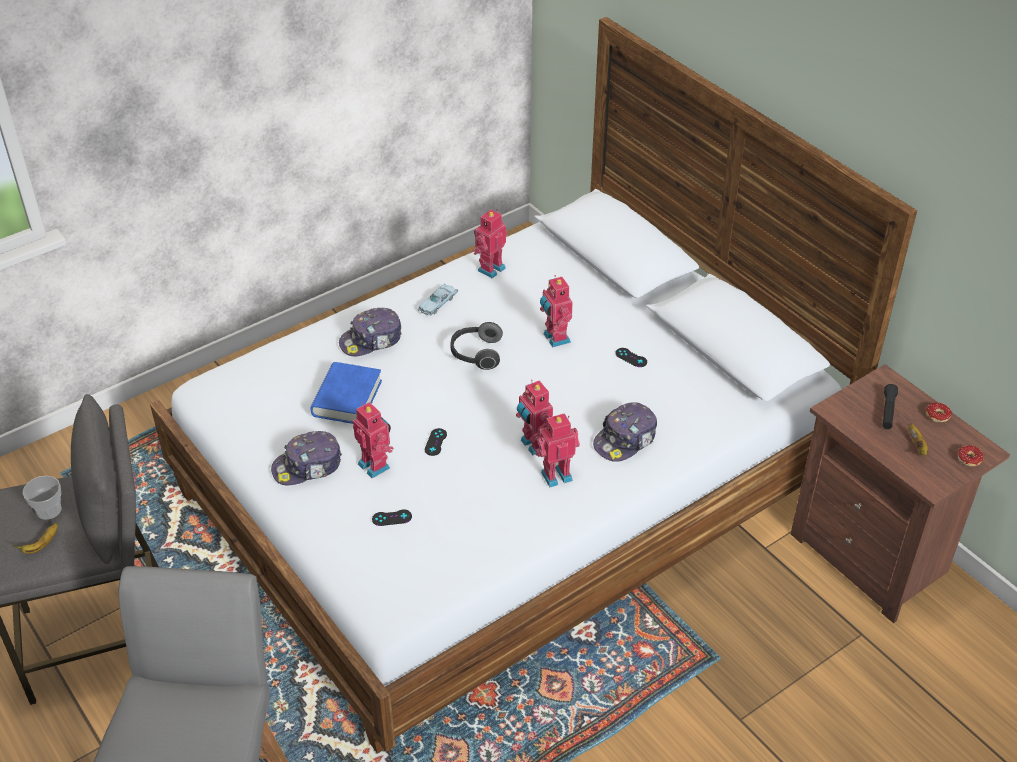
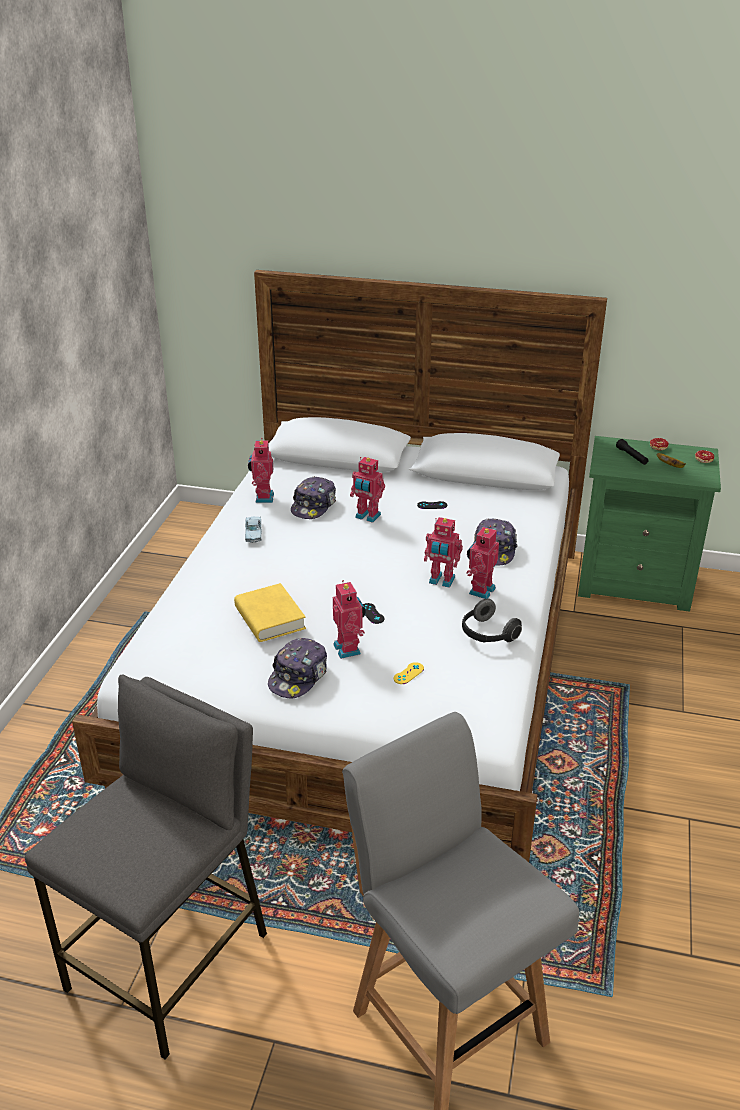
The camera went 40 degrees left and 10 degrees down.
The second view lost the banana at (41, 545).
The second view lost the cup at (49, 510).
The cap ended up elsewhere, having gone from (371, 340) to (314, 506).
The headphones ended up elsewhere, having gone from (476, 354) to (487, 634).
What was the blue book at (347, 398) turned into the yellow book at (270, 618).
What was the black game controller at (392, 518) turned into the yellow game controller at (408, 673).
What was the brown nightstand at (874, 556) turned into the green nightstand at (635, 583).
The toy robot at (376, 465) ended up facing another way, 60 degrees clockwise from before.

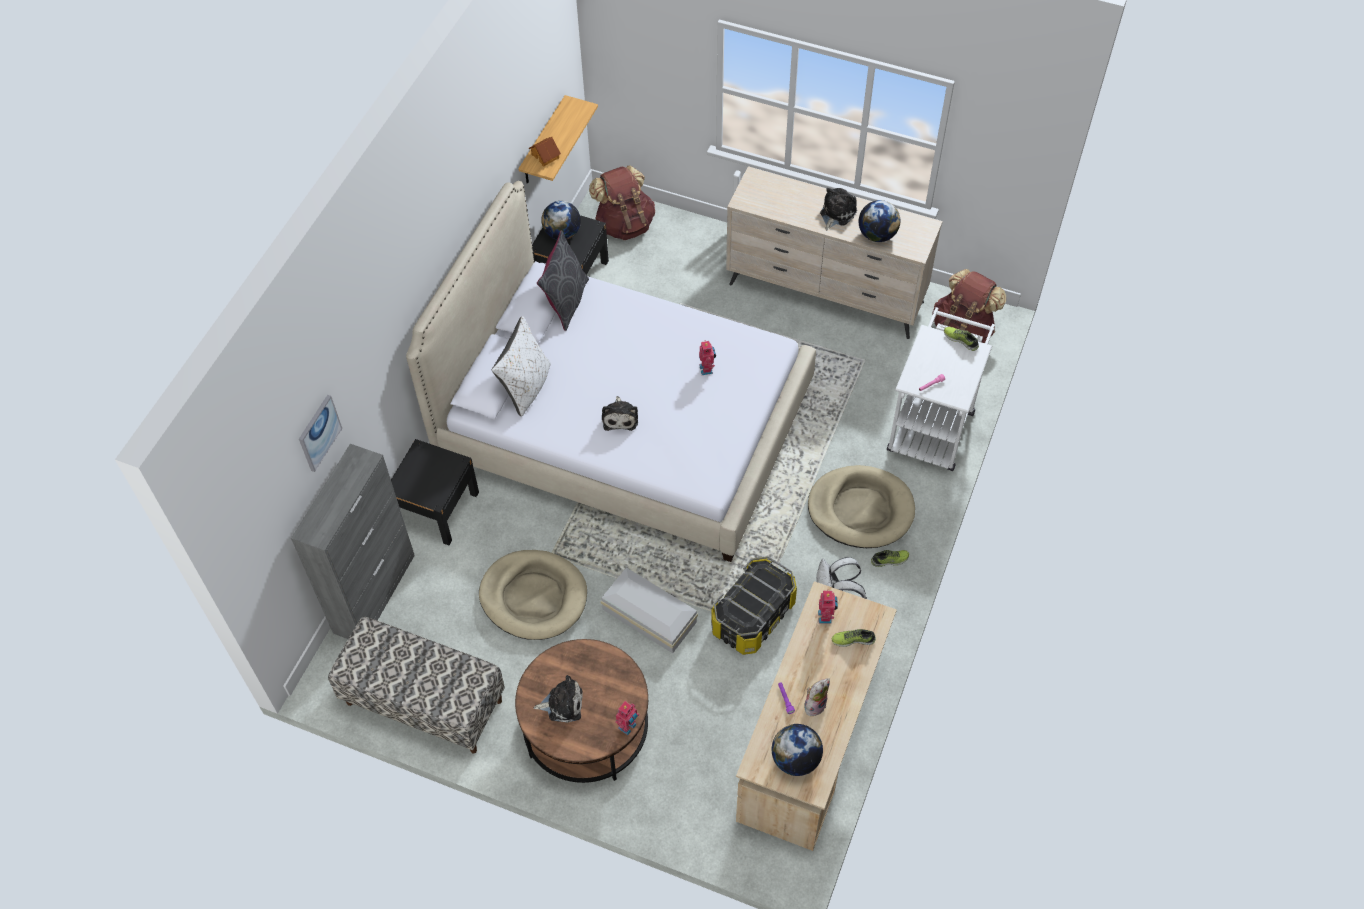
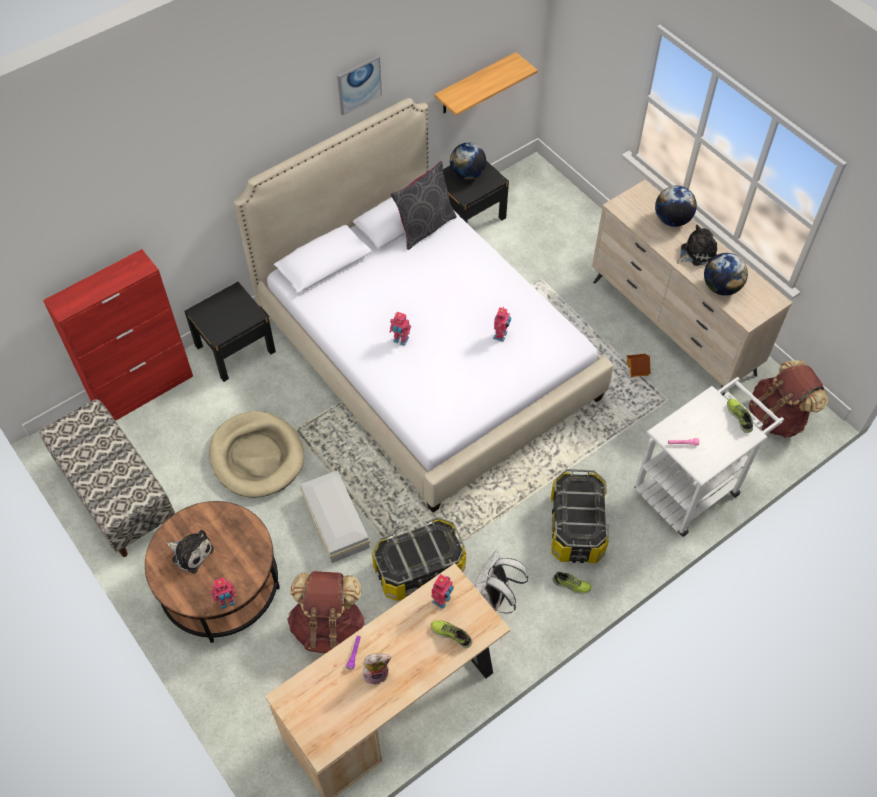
The camera went 30 degrees right and 0 degrees up.
The second view lost the white pillow at (526, 387).
The picture ended up elsewhere, having gone from (319, 432) to (359, 84).
The toy house ended up elsewhere, having gone from (545, 156) to (637, 368).
The brown backpack ended up elsewhere, having gone from (624, 224) to (328, 626).
The globe ended up elsewhere, having gone from (795, 759) to (672, 220).
Where the plush toy stood at (620, 417), the toy robot came to stand at (400, 340).
Where the beige dog bed stood at (860, 509), the storage box came to stand at (576, 527).
What was the grey cabinet at (375, 593) turned into the red cabinet at (144, 390).

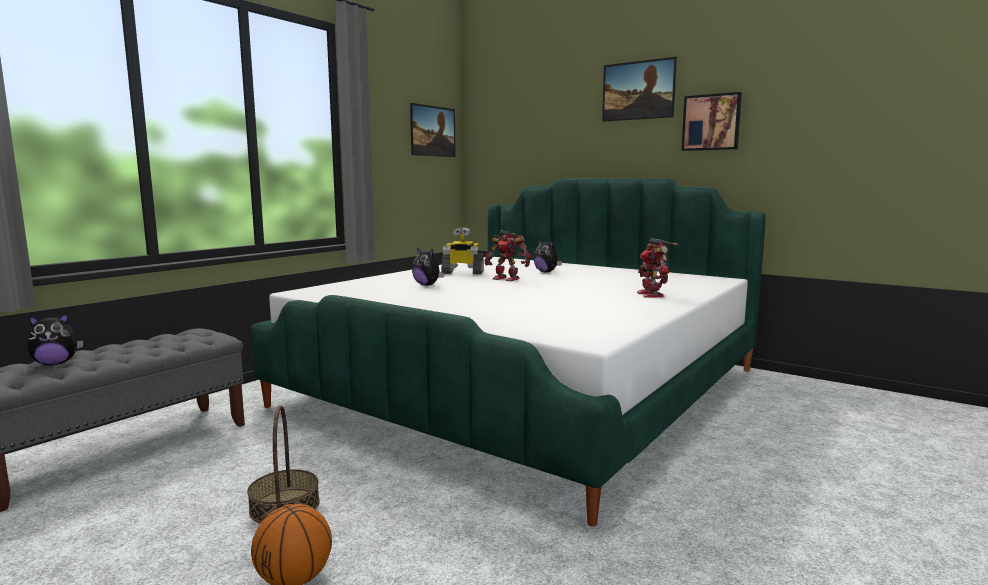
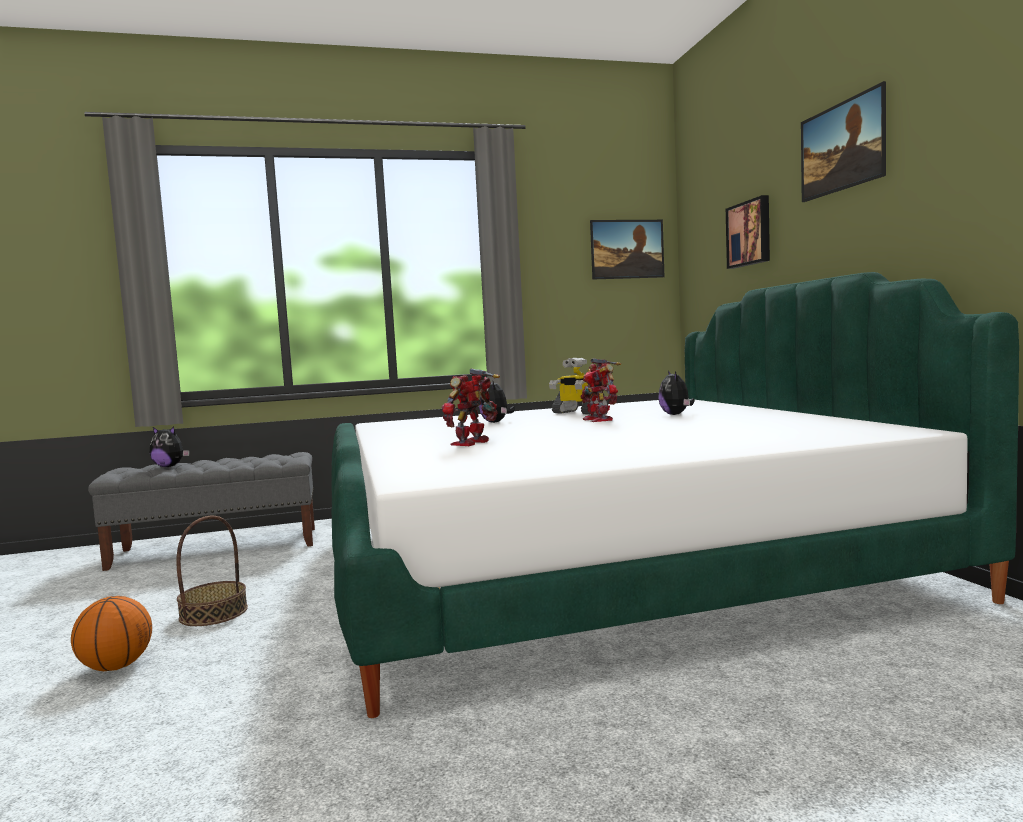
The camera went 40 degrees right and 5 degrees down.
The toy robot ended up elsewhere, having gone from (652, 295) to (472, 443).
The picture ended up elsewhere, having gone from (711, 122) to (750, 233).

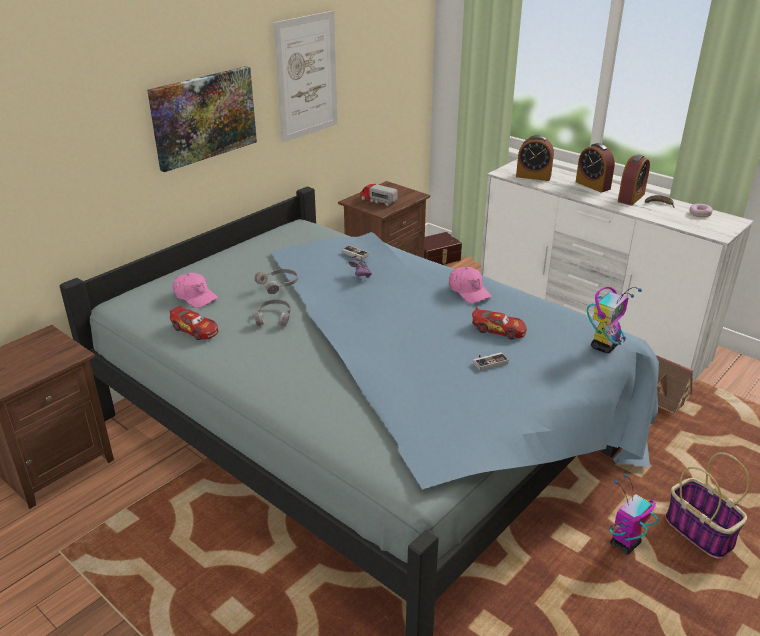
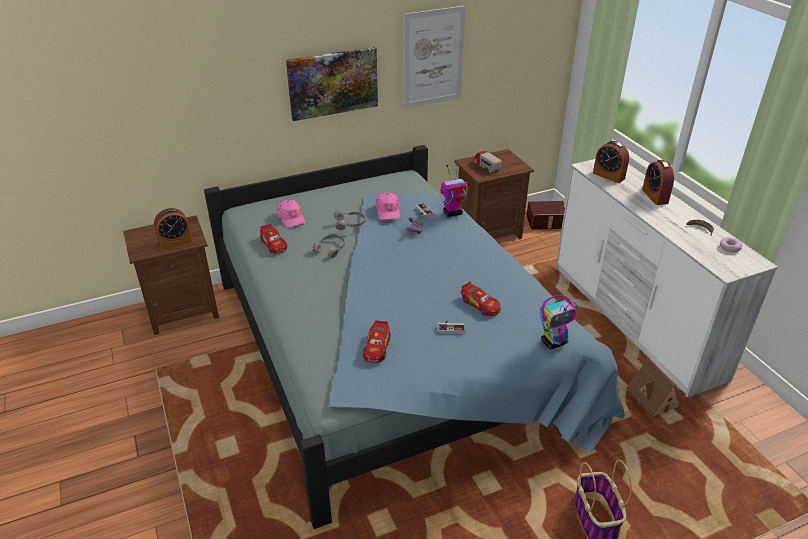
The camera went 25 degrees right and 5 degrees up.
The second view gained the toy car at (377, 347).
The pink cap ended up elsewhere, having gone from (469, 291) to (388, 211).
The toy robot ended up elsewhere, having gone from (625, 544) to (452, 213).
The alarm clock ended up elsewhere, having gone from (631, 198) to (175, 242).

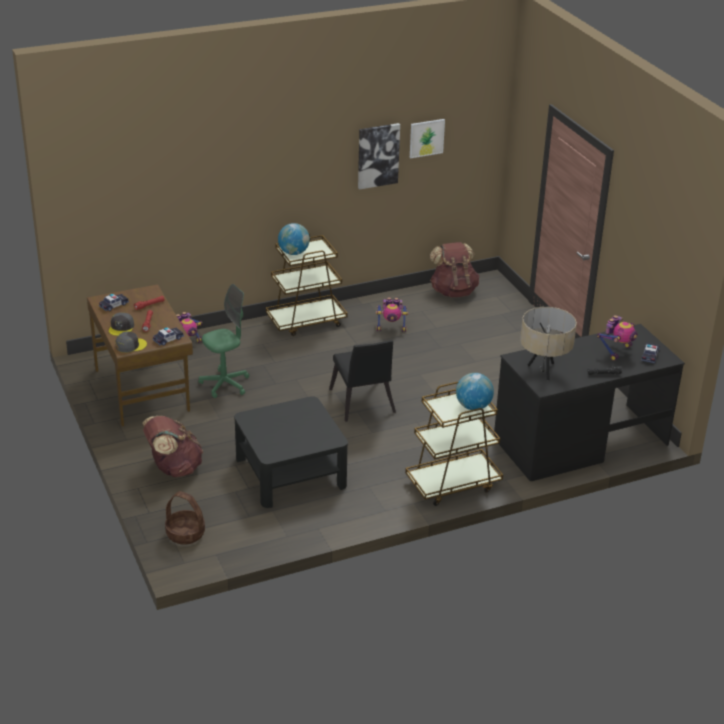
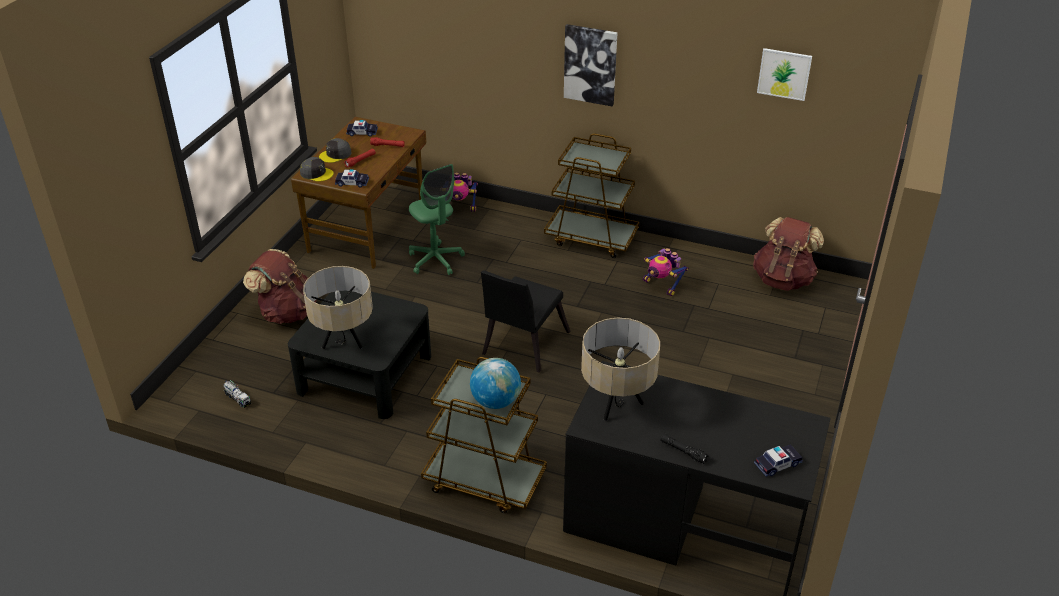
The camera went 45 degrees right and 5 degrees up.
The second view lost the basket at (186, 534).
The second view lost the globe at (294, 253).
The second view lost the toy robot at (616, 351).
The second view gained the toy truck at (237, 398).
The second view gained the beige table lamp at (344, 343).
The picture ended up elsewhere, having gone from (378, 155) to (590, 64).
The green office chair at (225, 384) ended up facing another way, 45 degrees clockwise from before.

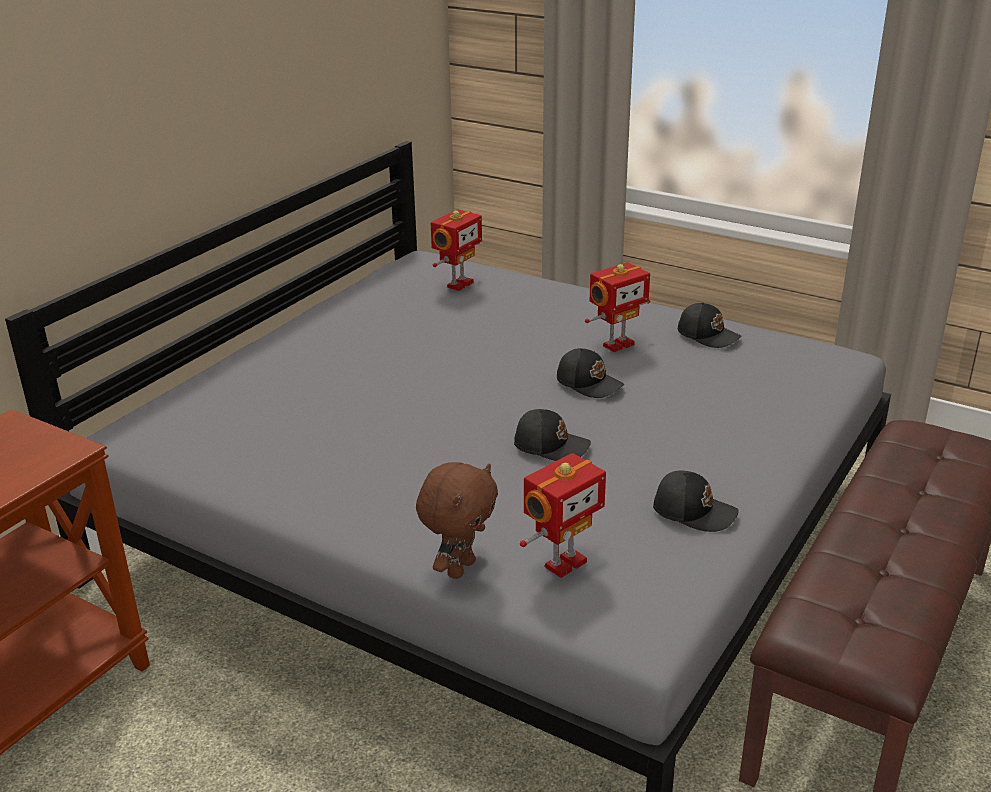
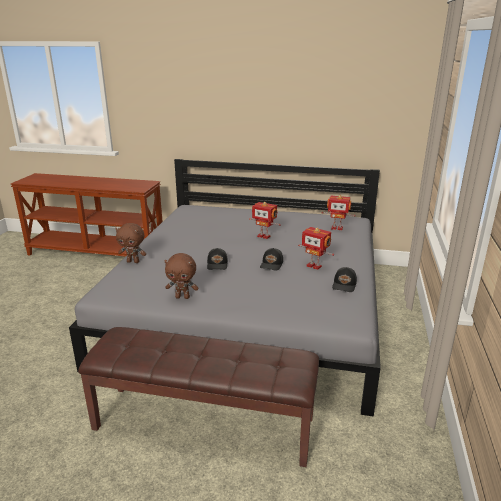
The camera went 70 degrees right and 5 degrees down.
The toy robot ended up elsewhere, having gone from (563, 563) to (264, 236).
Where the black cap stood at (694, 511), the brown plush toy came to stand at (183, 297).

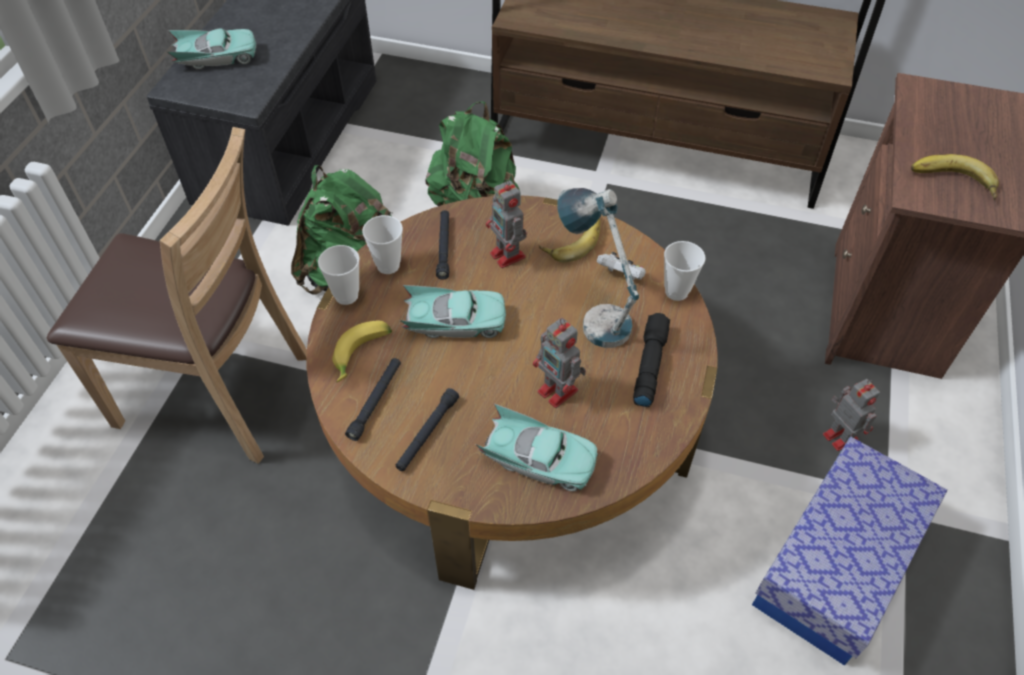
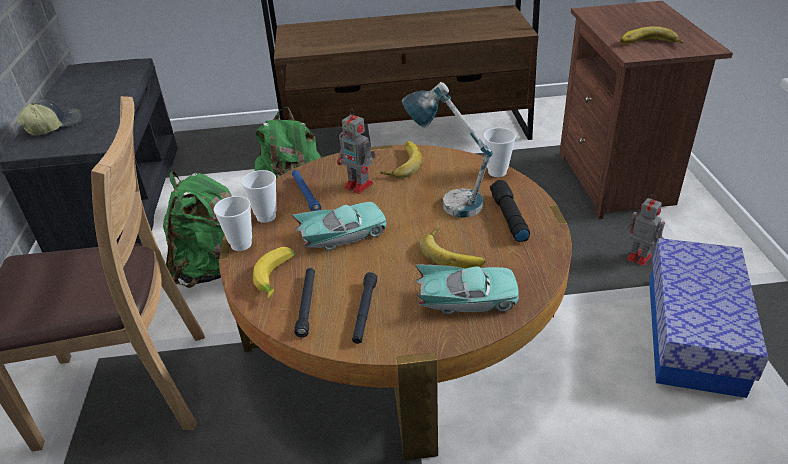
The camera went 20 degrees left and 15 degrees down.
The second view lost the white game controller at (621, 276).
Where the turquoise toy car stood at (216, 58), the cap came to stand at (53, 125).
Where the toy robot stood at (559, 392), the banana came to stand at (453, 253).
What was the black flashlight at (444, 247) turned into the blue flashlight at (305, 194).

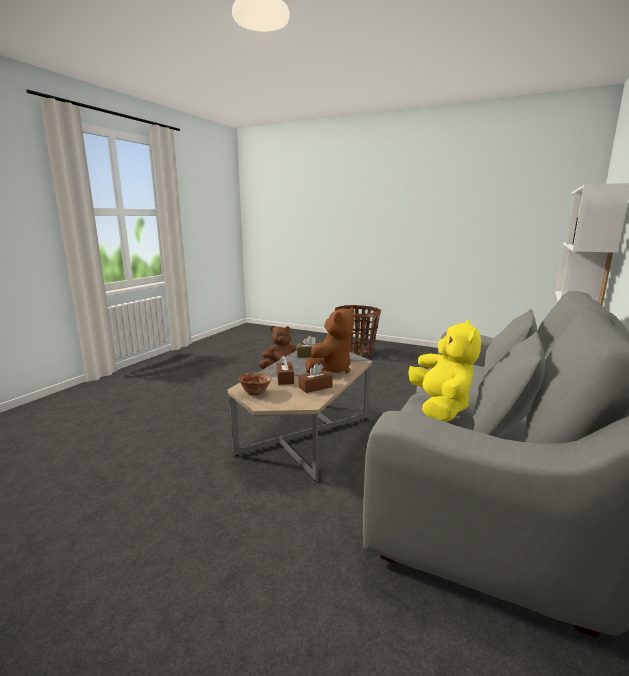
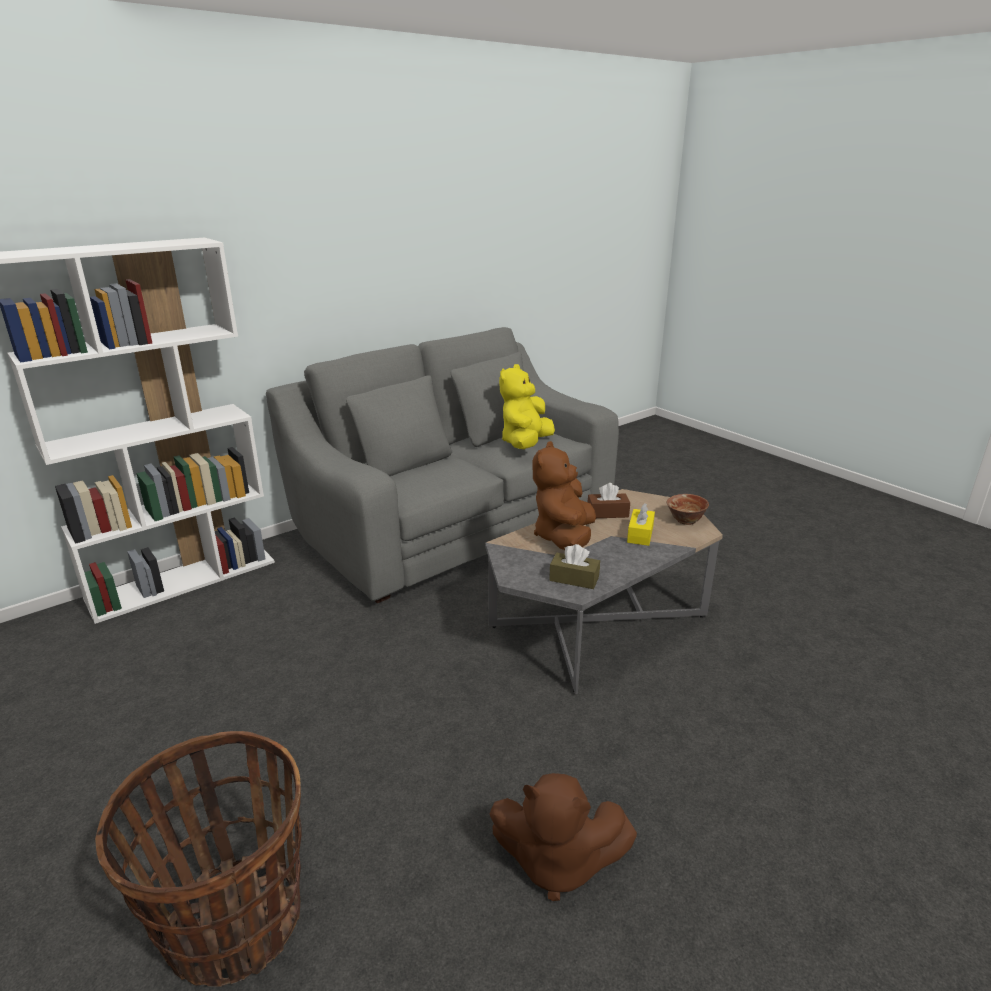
The camera went 155 degrees left and 10 degrees up.
What was the brown tissue box at (285, 378) turned into the yellow tissue box at (640, 534).
The brown plush toy at (331, 369) ended up facing another way, 45 degrees counterclockwise from before.

